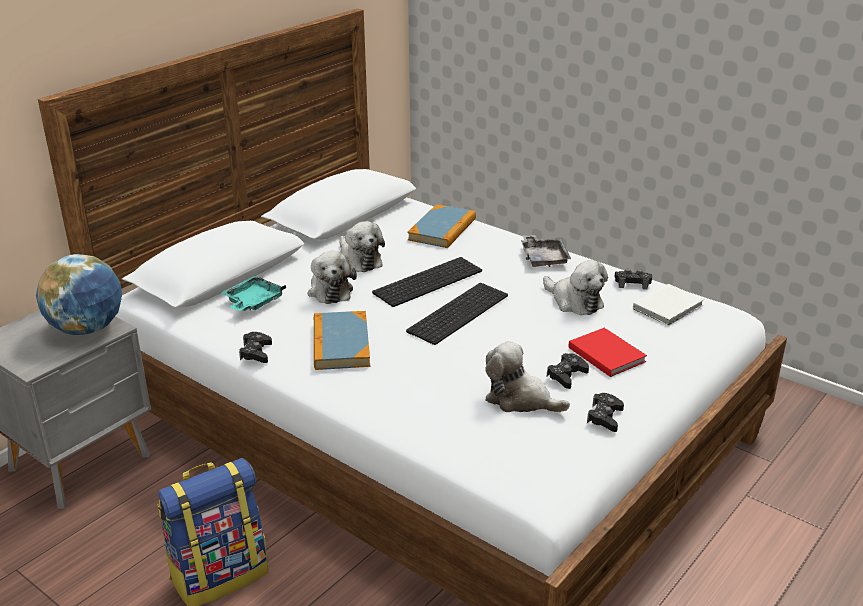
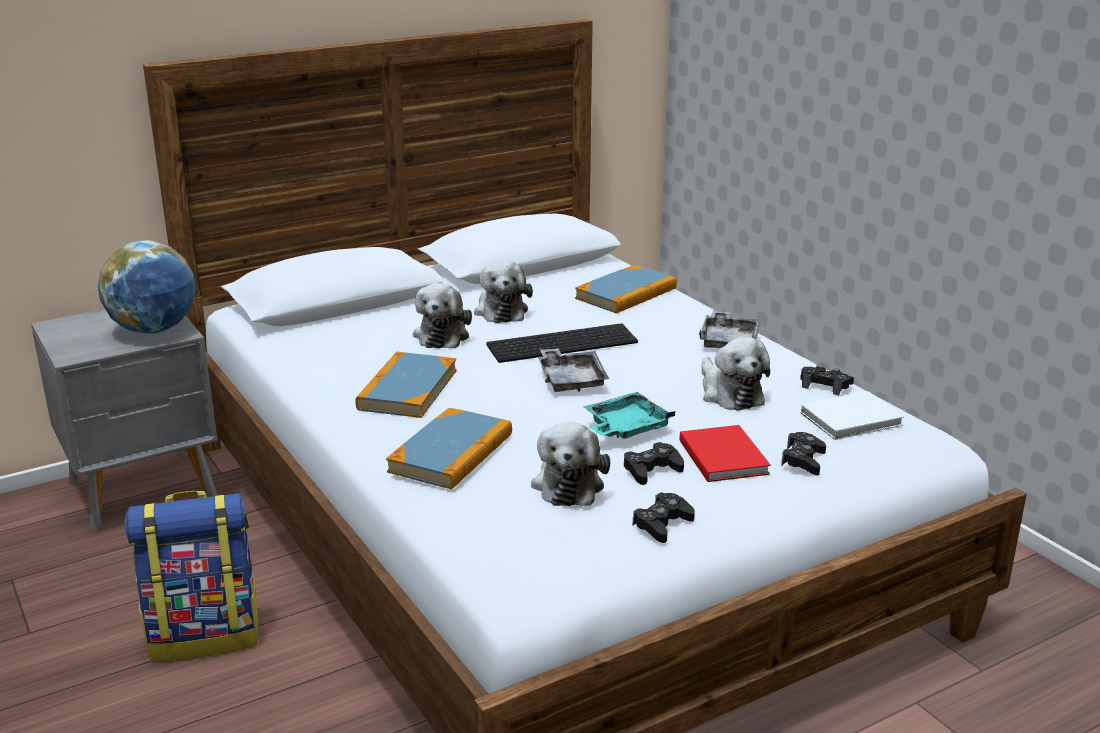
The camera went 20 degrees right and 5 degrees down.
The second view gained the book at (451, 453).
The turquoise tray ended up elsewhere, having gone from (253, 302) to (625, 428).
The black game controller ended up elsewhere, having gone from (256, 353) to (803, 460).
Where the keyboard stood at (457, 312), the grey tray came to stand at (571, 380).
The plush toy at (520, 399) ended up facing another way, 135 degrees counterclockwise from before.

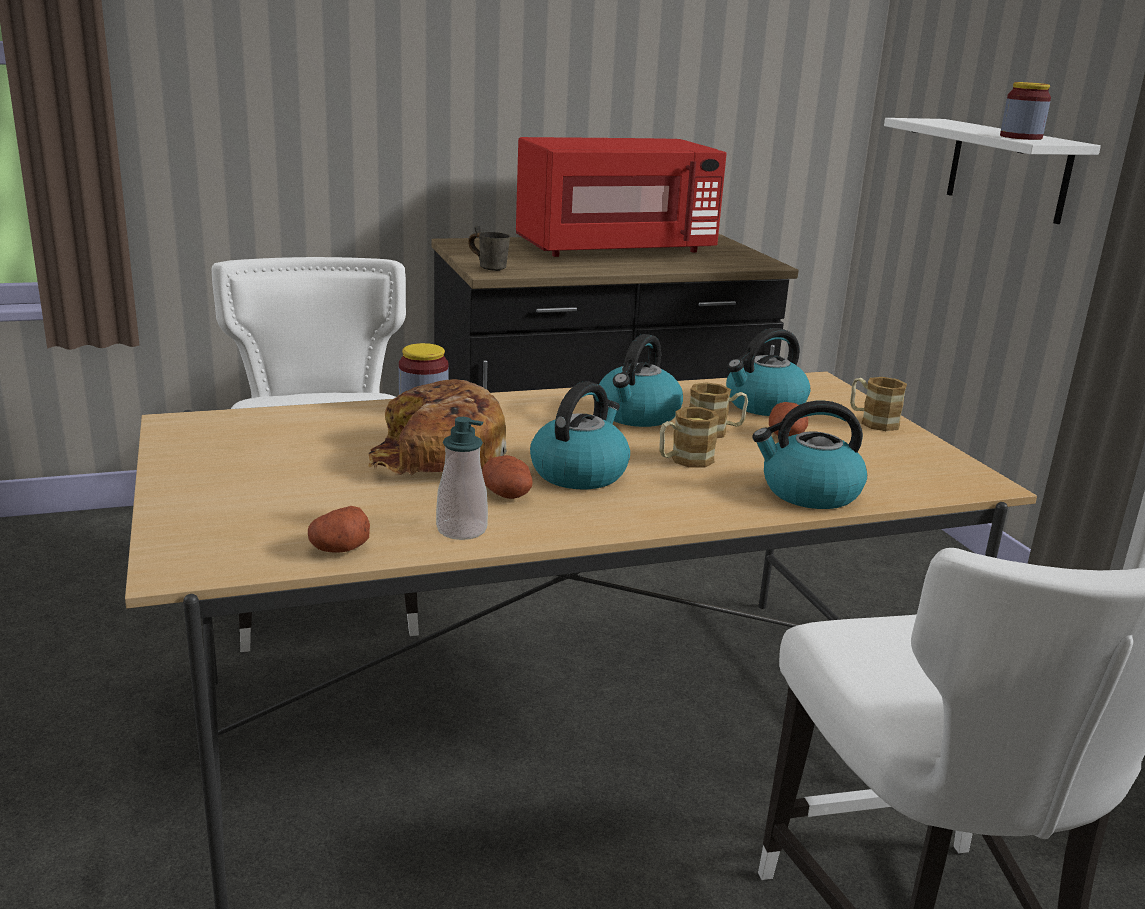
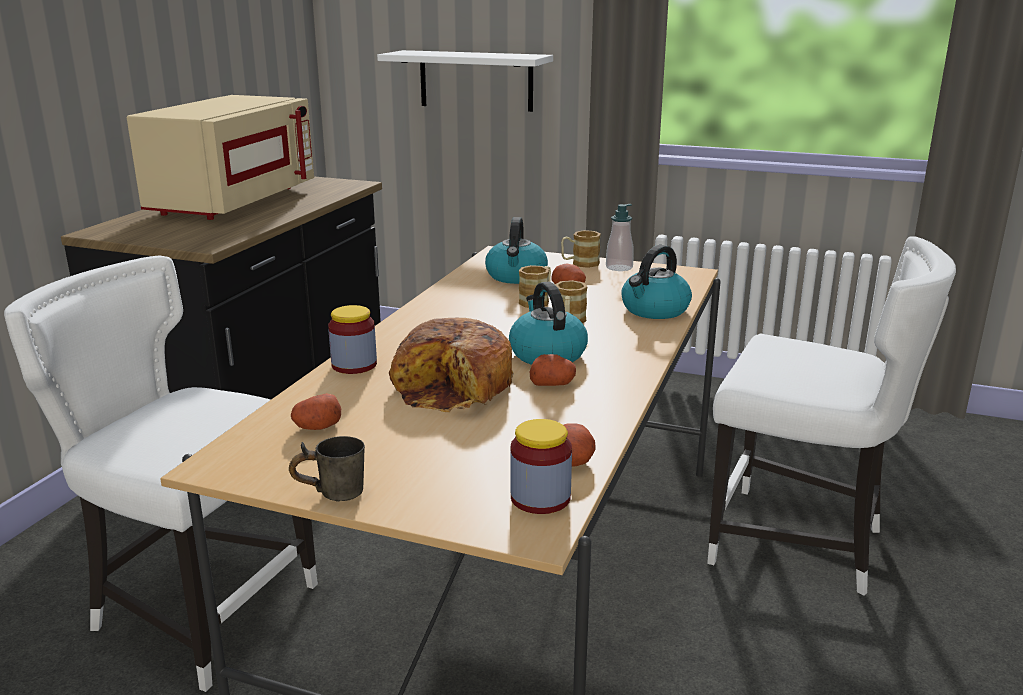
The camera went 50 degrees left and 0 degrees up.
The second view lost the kettle at (637, 415).
The second view gained the potato at (317, 427).
The soap dispenser ended up elsewhere, having gone from (461, 530) to (619, 267).
The grey mug ended up elsewhere, having gone from (490, 267) to (332, 492).
The jar ended up elsewhere, having gone from (1020, 137) to (540, 498).
What was the red microwave at (614, 249) turned into the beige microwave at (233, 202).

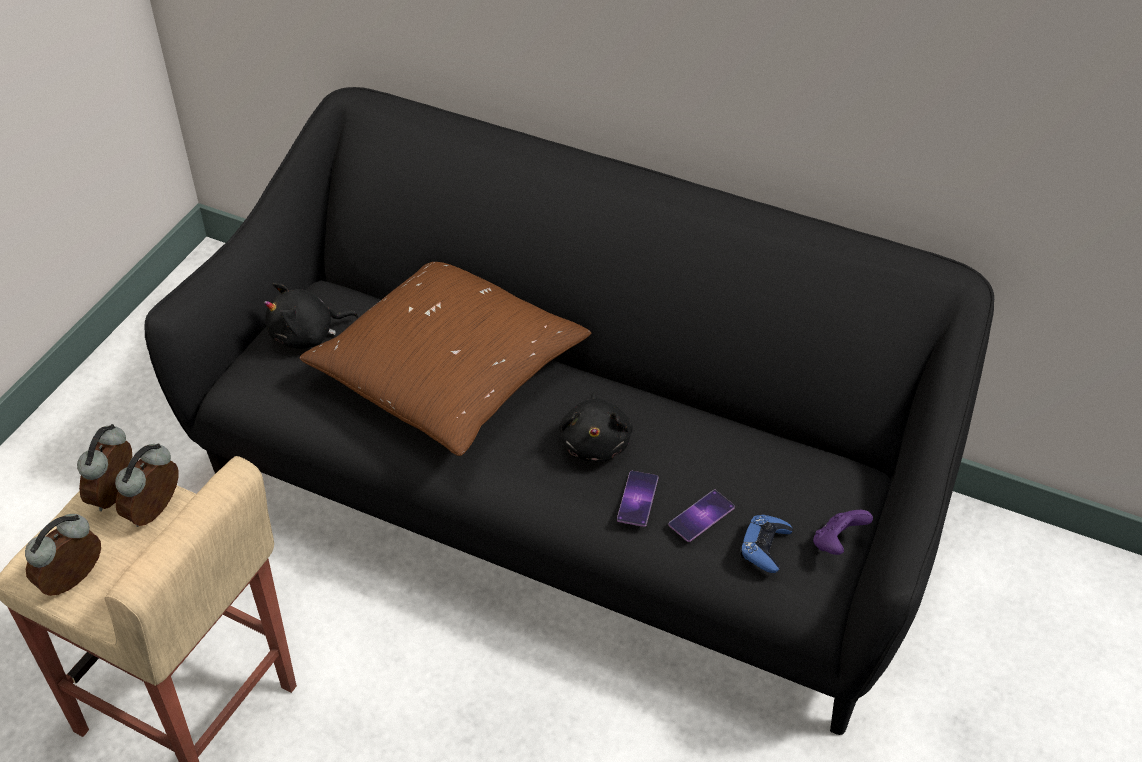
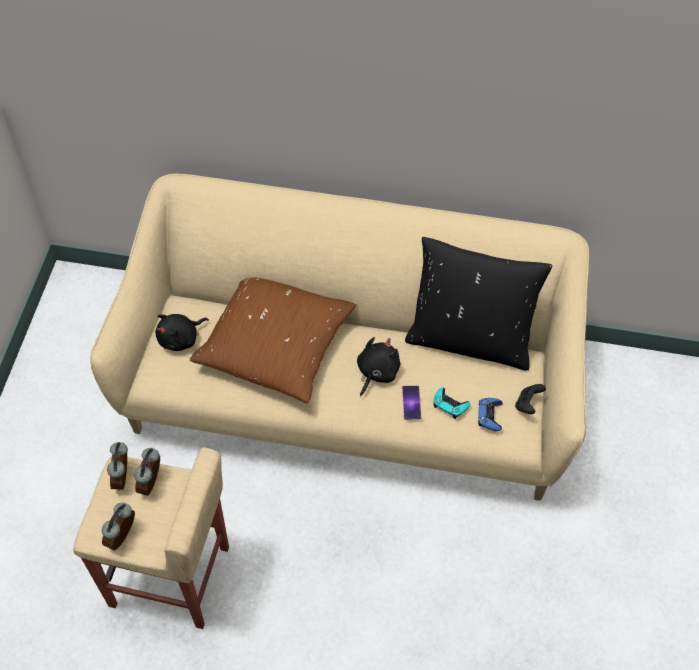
The camera went 15 degrees left and 10 degrees up.
The second view gained the black pillow at (470, 339).
Where the phone stood at (701, 516), the turquoise game controller came to stand at (450, 405).
What was the black sofa at (571, 499) turned into the beige sofa at (349, 392).
What was the purple game controller at (837, 543) turned into the black game controller at (528, 404).
The black plush toy at (595, 443) ended up facing another way, 135 degrees counterclockwise from before.

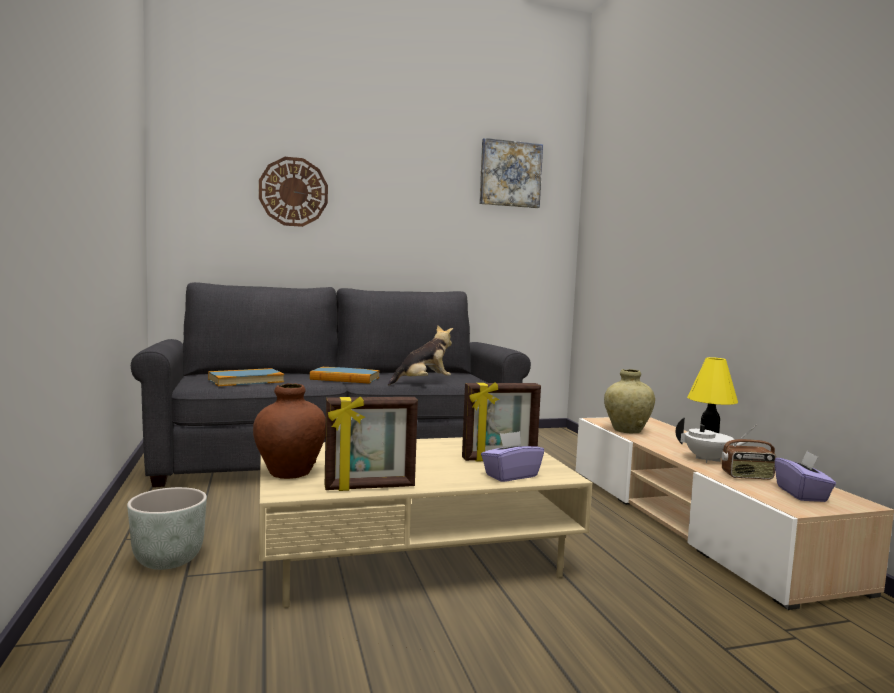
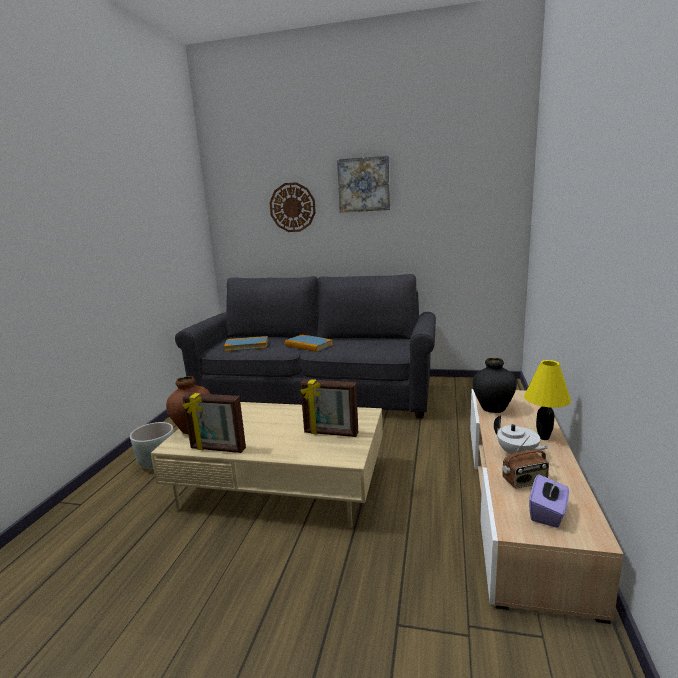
The camera went 30 degrees right and 10 degrees up.
The second view lost the plush toy at (423, 383).
The second view lost the purple tissue box at (510, 475).
The picture ended up elsewhere, having gone from (510, 174) to (364, 184).
What was the beige vase at (627, 430) turned into the black vase at (493, 408).
The radio at (747, 477) ended up facing another way, 45 degrees counterclockwise from before.

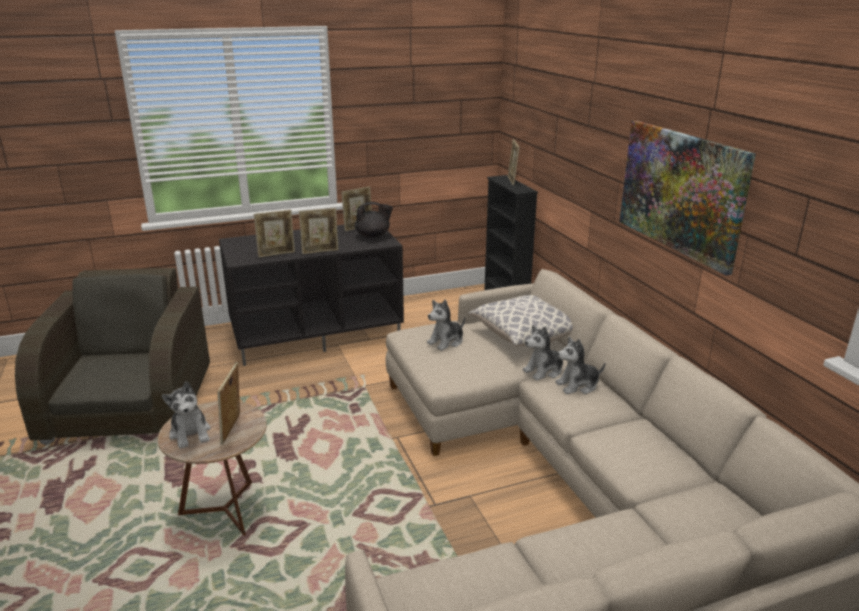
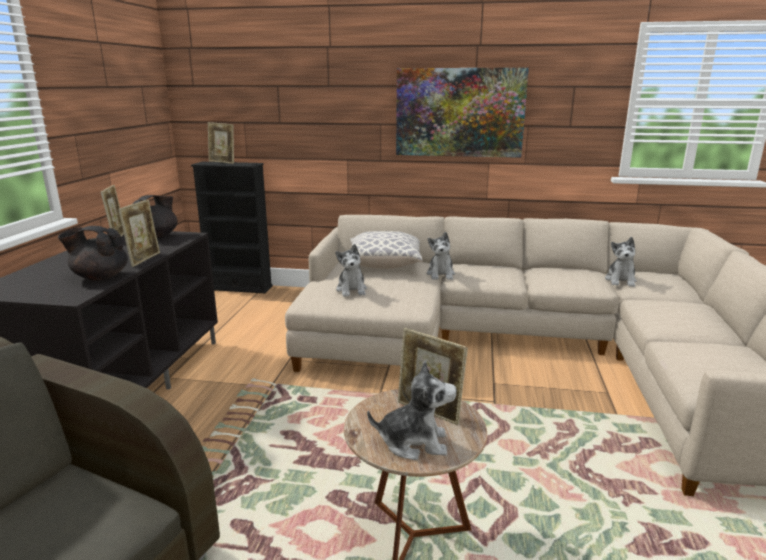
The camera went 60 degrees left and 5 degrees down.
The plush toy ended up elsewhere, having gone from (577, 385) to (620, 280).
Where the picture frame stood at (276, 254), the black teapot came to stand at (100, 277).

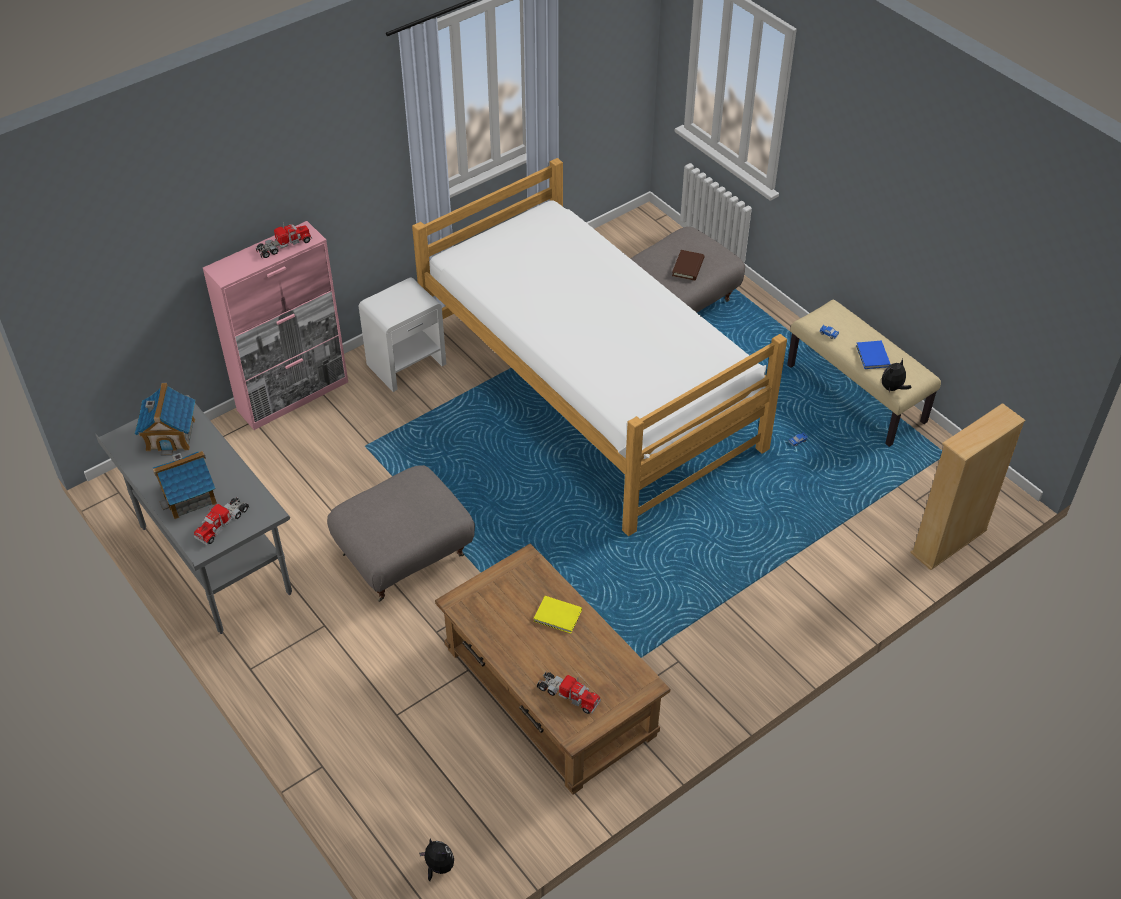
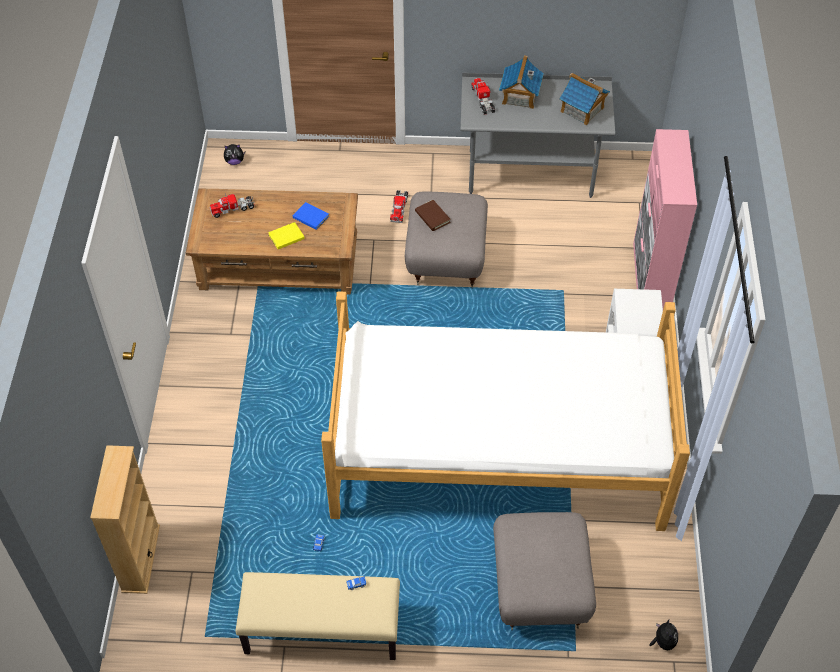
The camera went 130 degrees right and 5 degrees up.
The toy truck ended up elsewhere, having gone from (284, 246) to (399, 208).
The brown book ended up elsewhere, having gone from (688, 267) to (432, 217).
The blue book ended up elsewhere, having gone from (872, 357) to (310, 216).
The plush toy ended up elsewhere, having gone from (892, 388) to (663, 642).

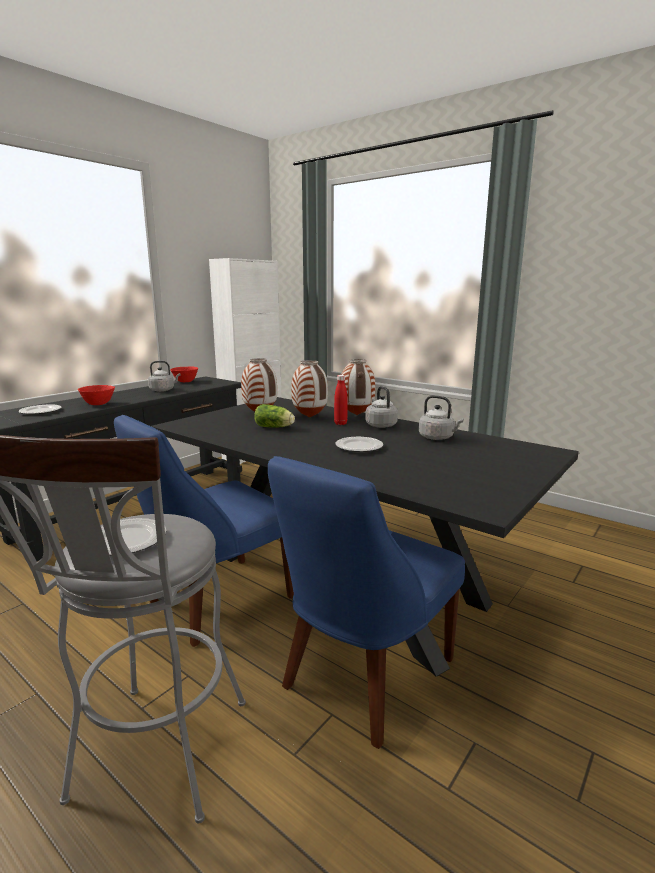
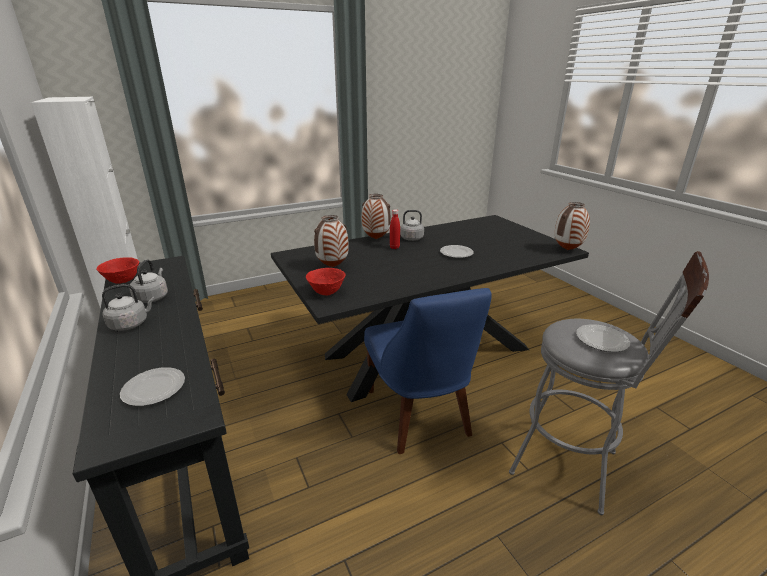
The camera went 65 degrees left and 10 degrees up.
The second view lost the lettuce at (275, 427).
The second view lost the blue chair at (363, 676).
The red bowl ended up elsewhere, having gone from (98, 404) to (326, 292).
The vase ended up elsewhere, having gone from (310, 417) to (567, 250).
The grey kettle ended up elsewhere, having gone from (438, 438) to (131, 324).

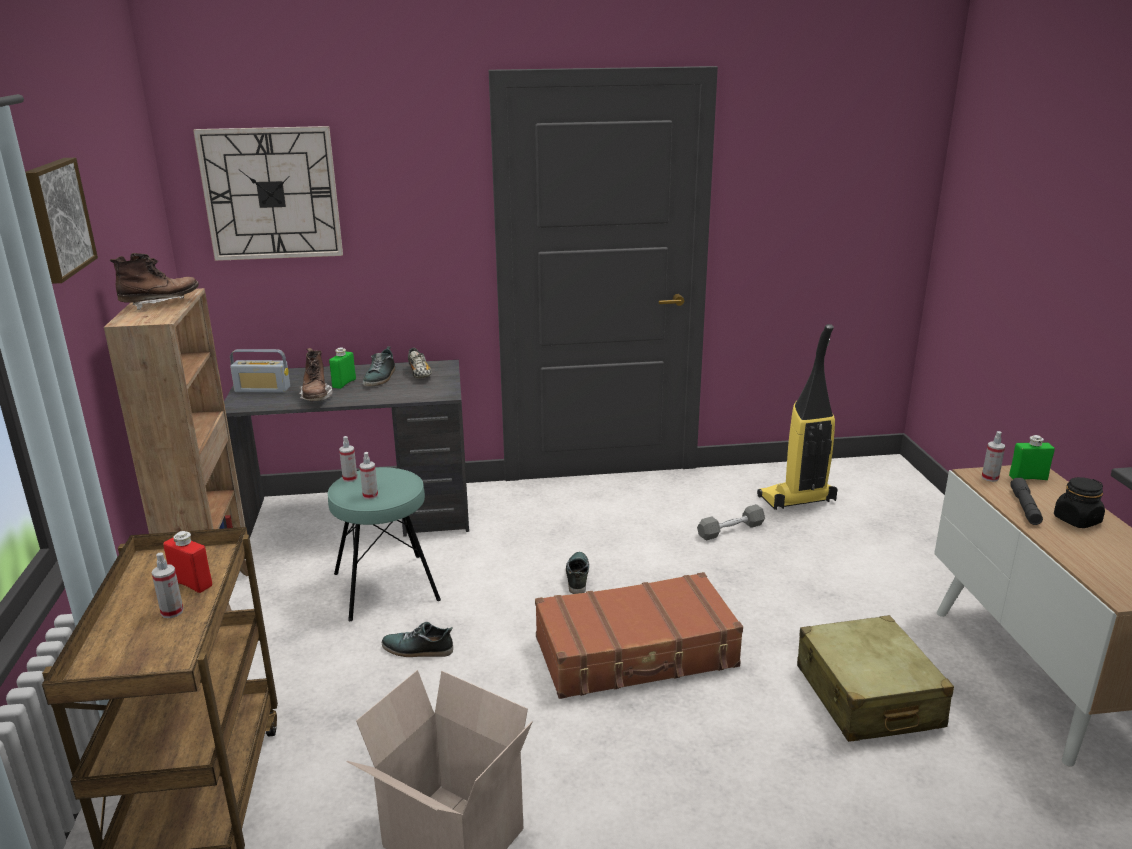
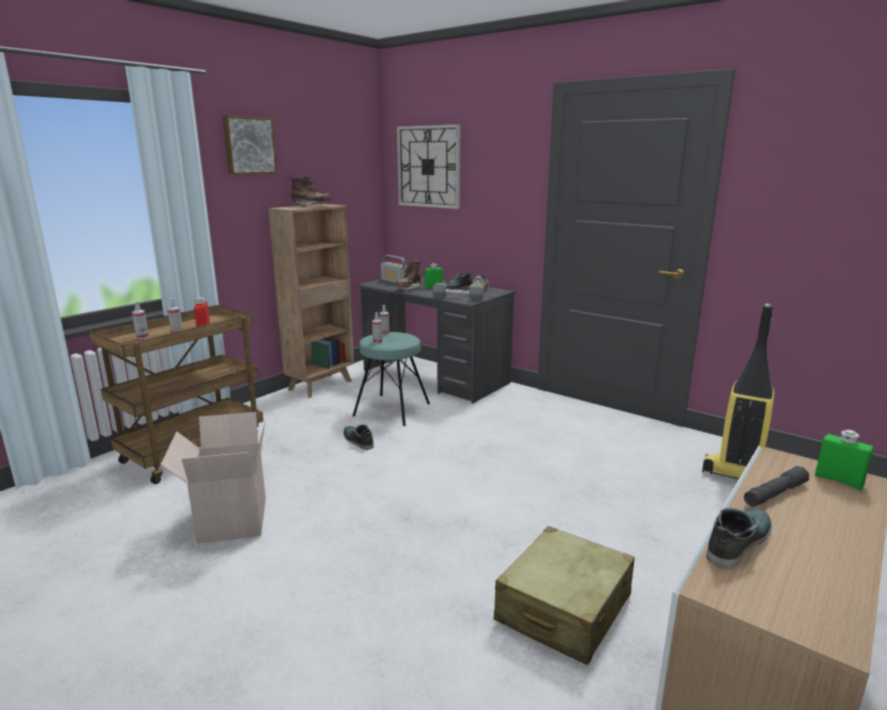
The camera went 45 degrees right and 5 degrees down.
The second view lost the brown suitcase at (636, 653).
The second view lost the black jar at (1076, 520).
The shoe ended up elsewhere, having gone from (577, 576) to (737, 542).
The grey dumbbell ended up elsewhere, having gone from (731, 530) to (458, 298).
The spray bottle ended up elsewhere, having gone from (990, 478) to (142, 337).

